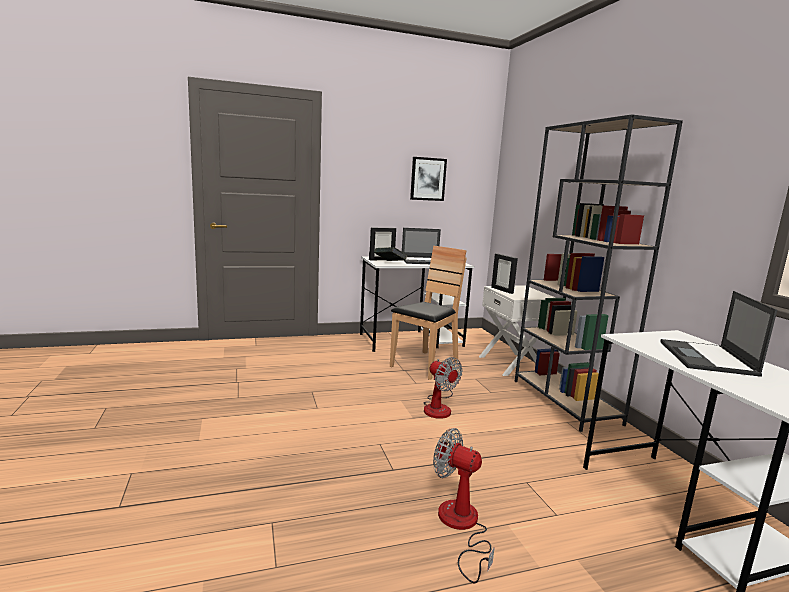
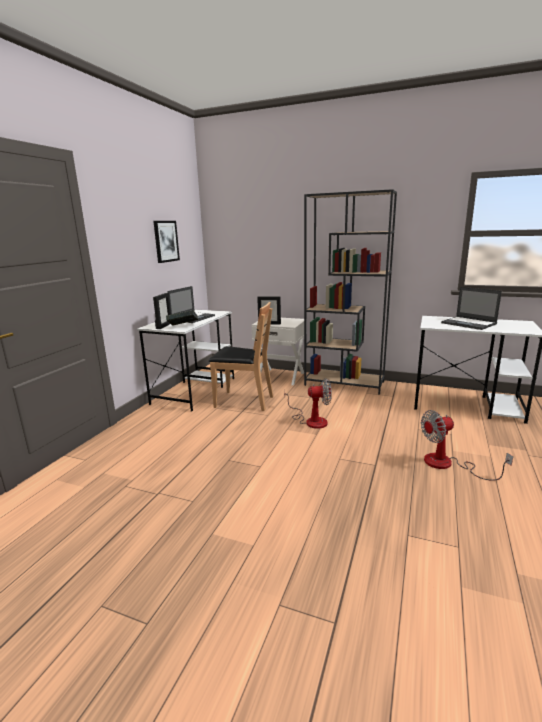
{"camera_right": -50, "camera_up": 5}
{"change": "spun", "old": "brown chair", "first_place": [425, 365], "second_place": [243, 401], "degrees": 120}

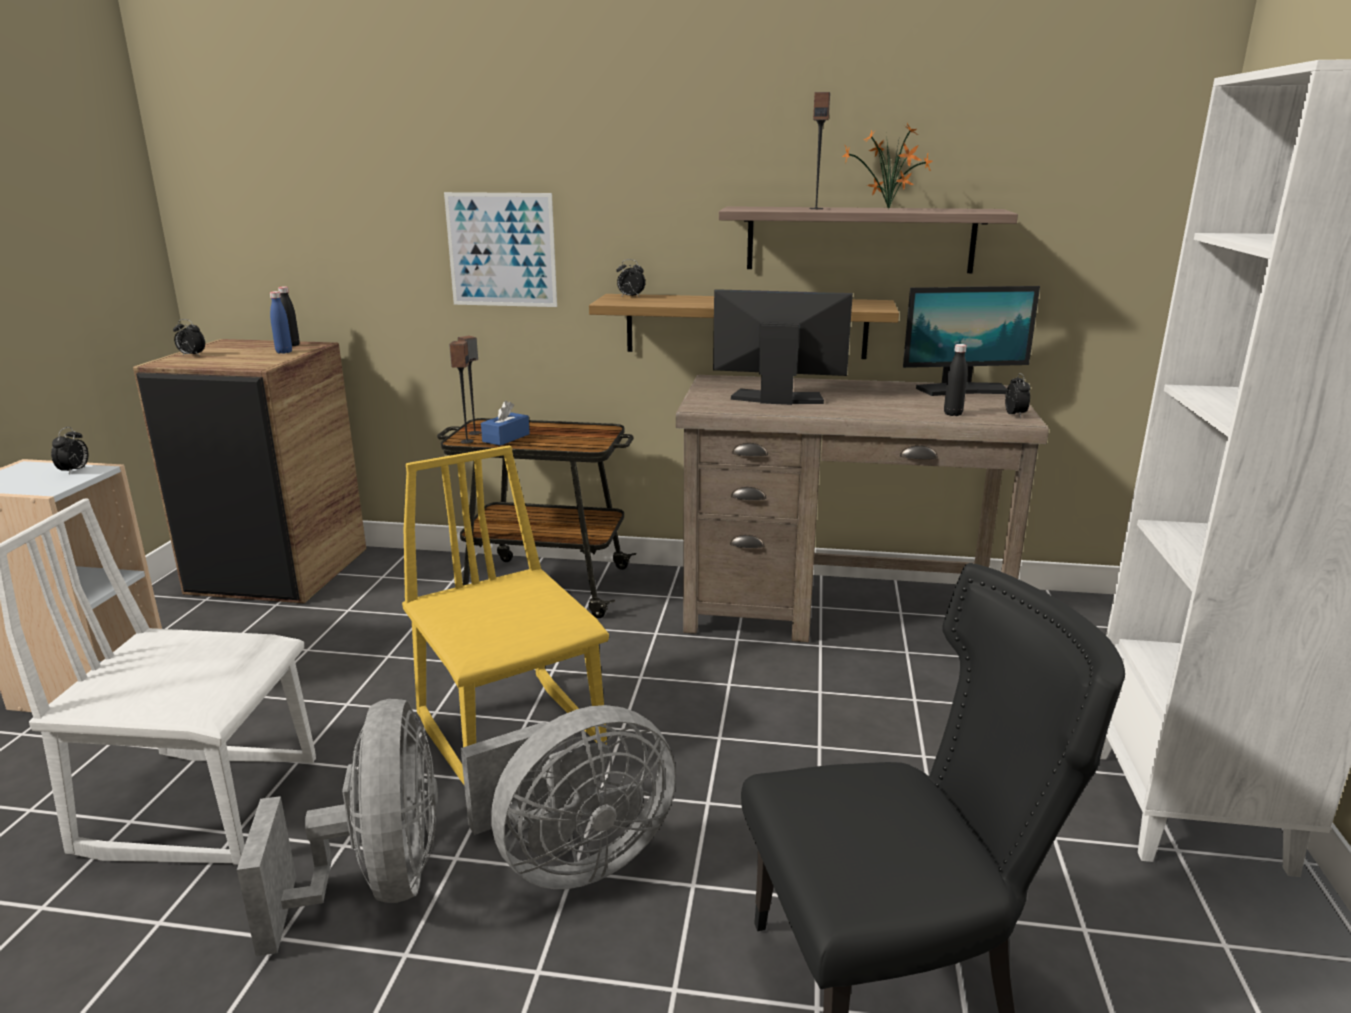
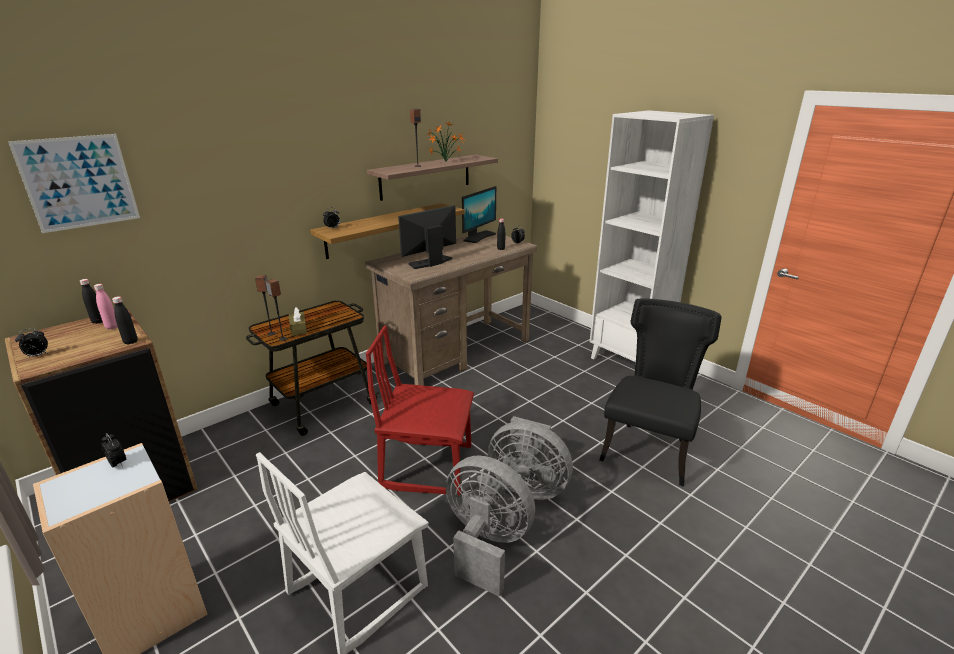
{"camera_right": -50, "camera_up": 5}
{"change": "relocated", "old": "picture", "first_place": [501, 250], "second_place": [79, 182]}
{"change": "colour", "old": "blue bottle", "new": "pink bottle", "first_place": [284, 352], "second_place": [112, 327]}
{"change": "colour", "old": "blue tissue box", "new": "brown tissue box", "first_place": [506, 438], "second_place": [298, 329]}
{"change": "colour", "old": "yellow chair", "new": "red chair", "first_place": [512, 731], "second_place": [427, 465]}
{"change": "spun", "old": "grey fan", "first_place": [573, 860], "second_place": [528, 485], "degrees": 105}
{"change": "appeared", "new": "black bottle", "second_place": [131, 342]}

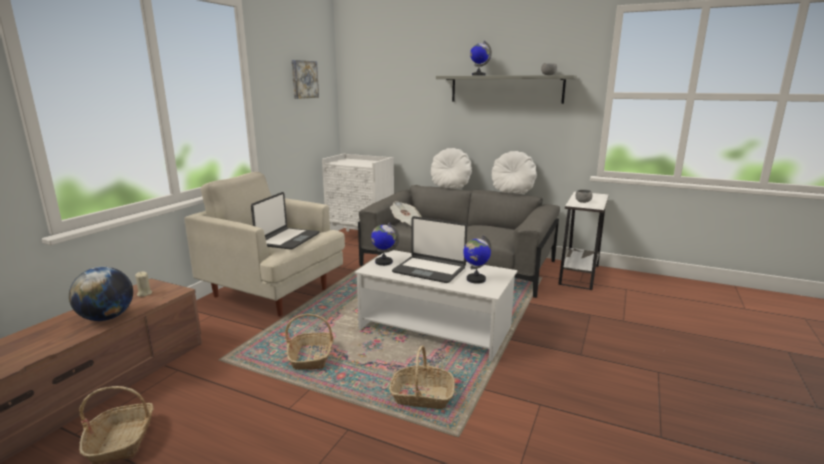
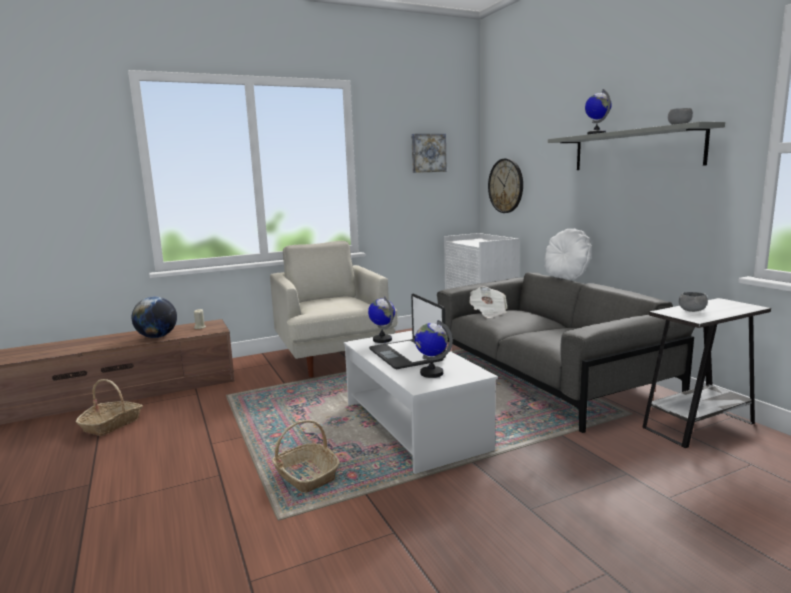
{"camera_right": 40, "camera_up": -5}
{"change": "missing", "old": "white pillow", "first_place": [512, 192]}
{"change": "missing", "old": "laptop", "first_place": [287, 239]}
{"change": "missing", "old": "basket", "first_place": [311, 357]}
{"change": "appeared", "new": "wall clock", "second_place": [506, 186]}

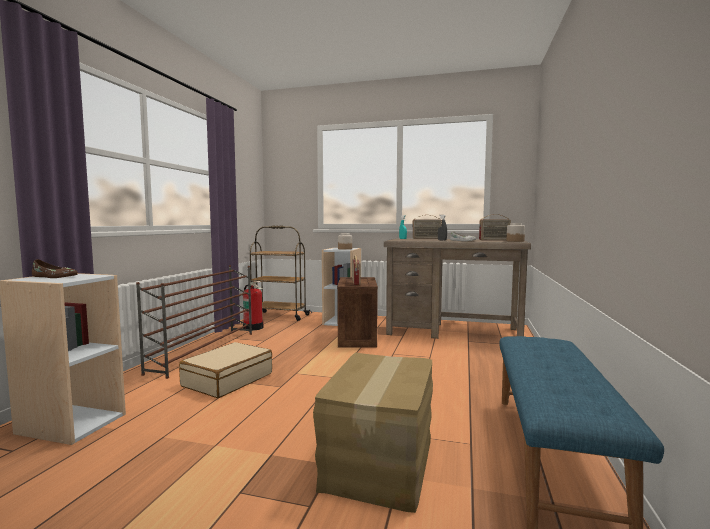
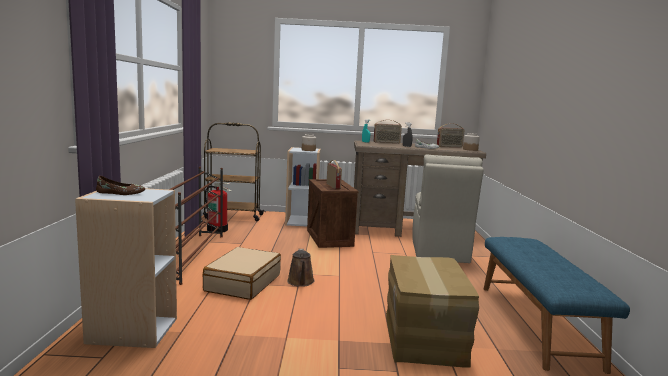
{"camera_right": -15, "camera_up": 5}
{"change": "appeared", "new": "beige chair", "second_place": [439, 251]}
{"change": "appeared", "new": "brown watering can", "second_place": [301, 282]}

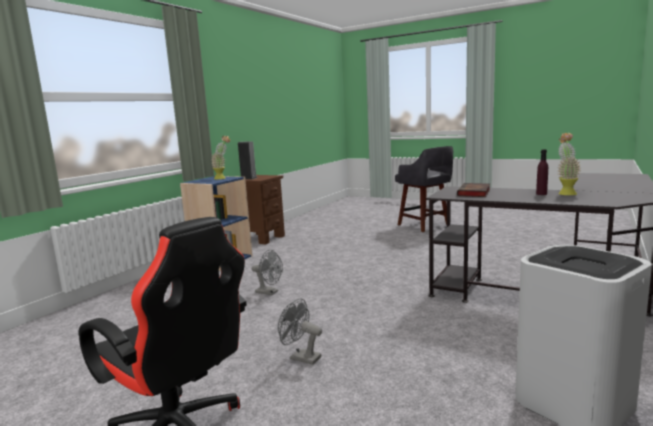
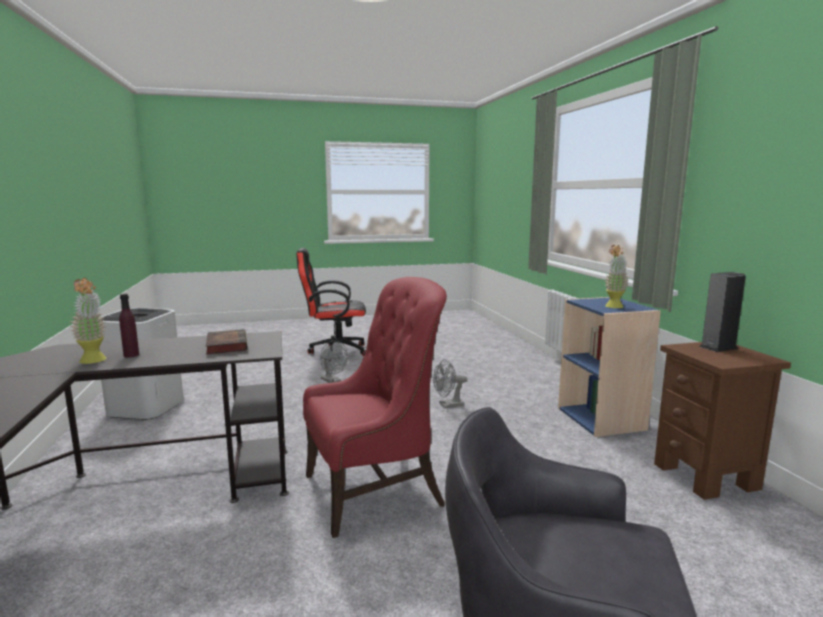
{"camera_right": 135, "camera_up": 0}
{"change": "spun", "old": "grey fan", "first_place": [301, 357], "second_place": [333, 381], "degrees": 60}
{"change": "appeared", "new": "red chair", "second_place": [375, 490]}

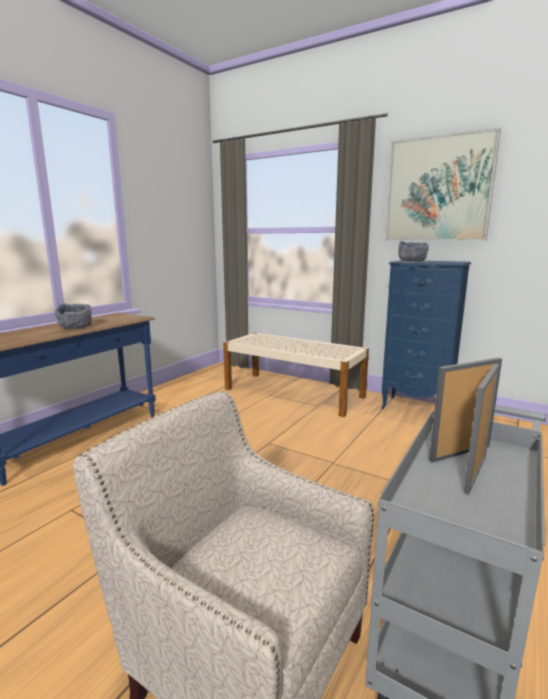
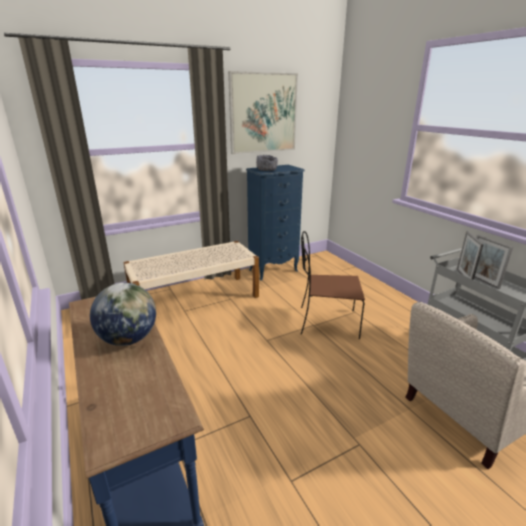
{"camera_right": -60, "camera_up": 10}
{"change": "exchanged", "old": "grey bowl", "new": "globe", "first_place": [75, 327], "second_place": [128, 339]}
{"change": "appeared", "new": "brown chair", "second_place": [326, 322]}

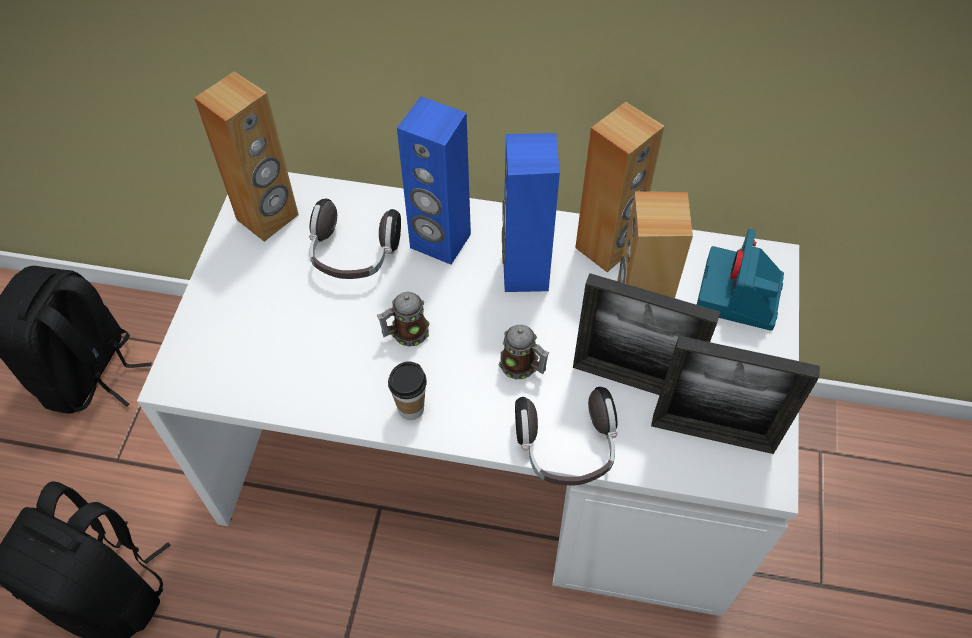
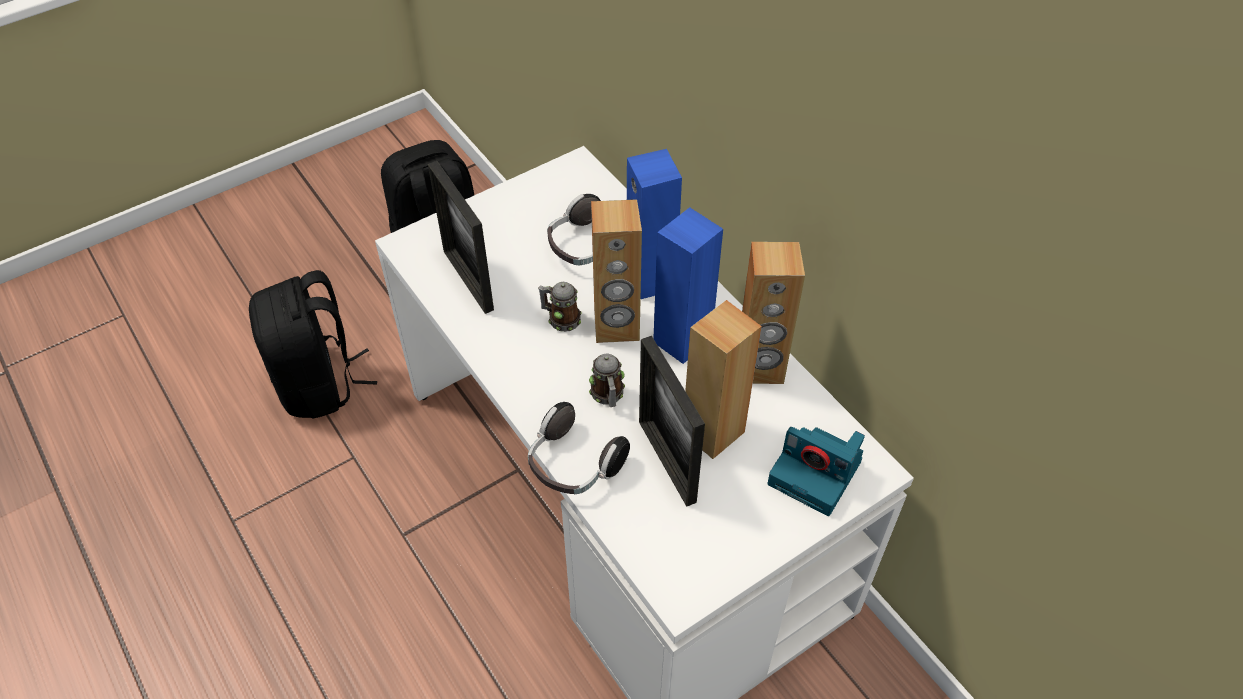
{"camera_right": 45, "camera_up": -5}
{"change": "relocated", "old": "brown speaker", "first_place": [268, 217], "second_place": [616, 327]}
{"change": "spun", "old": "photo camera", "first_place": [739, 296], "second_place": [817, 473], "degrees": -120}
{"change": "relocated", "old": "picture frame", "first_place": [712, 434], "second_place": [468, 280]}
{"change": "missing", "old": "cup", "first_place": [411, 408]}

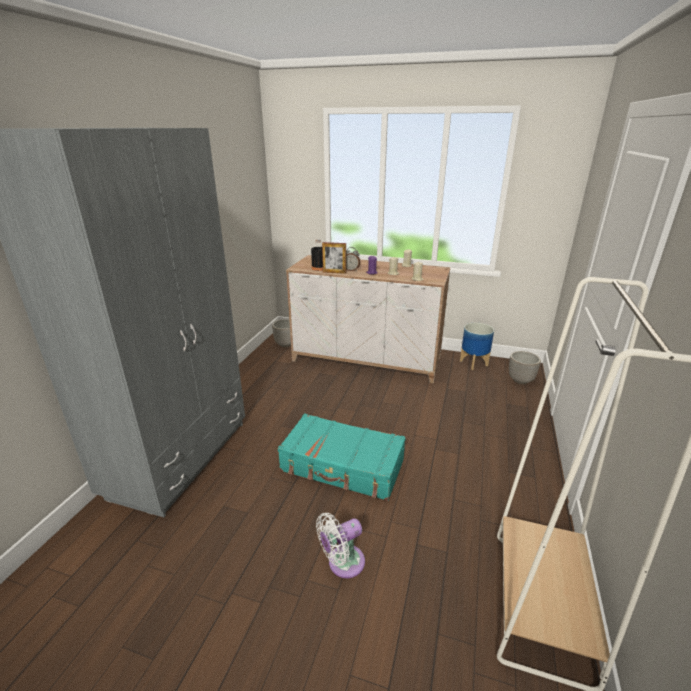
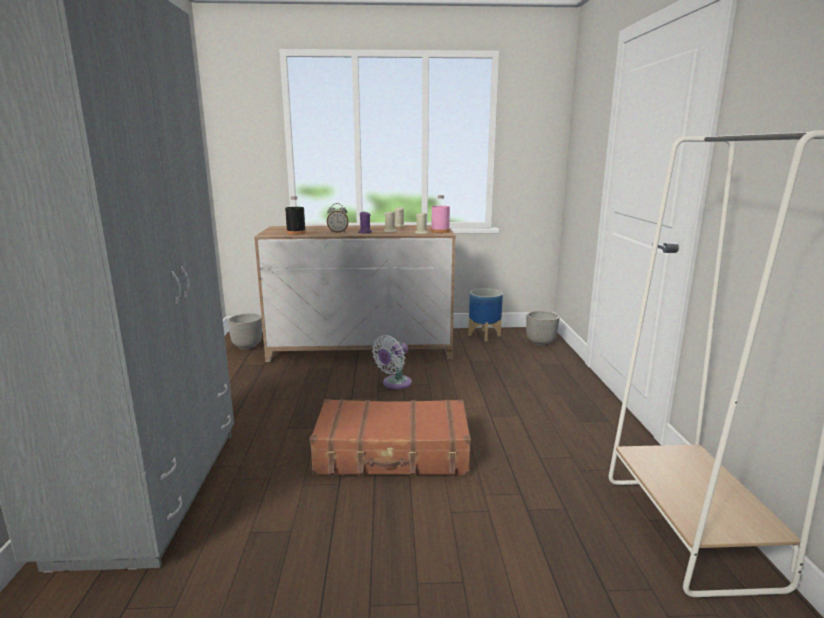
{"camera_right": -20, "camera_up": -10}
{"change": "missing", "old": "picture frame", "first_place": [334, 272]}
{"change": "colour", "old": "turquoise suitcase", "new": "brown suitcase", "first_place": [342, 466], "second_place": [393, 453]}
{"change": "relocated", "old": "white fan", "first_place": [342, 563], "second_place": [394, 384]}
{"change": "appeared", "new": "pink bottle", "second_place": [440, 231]}

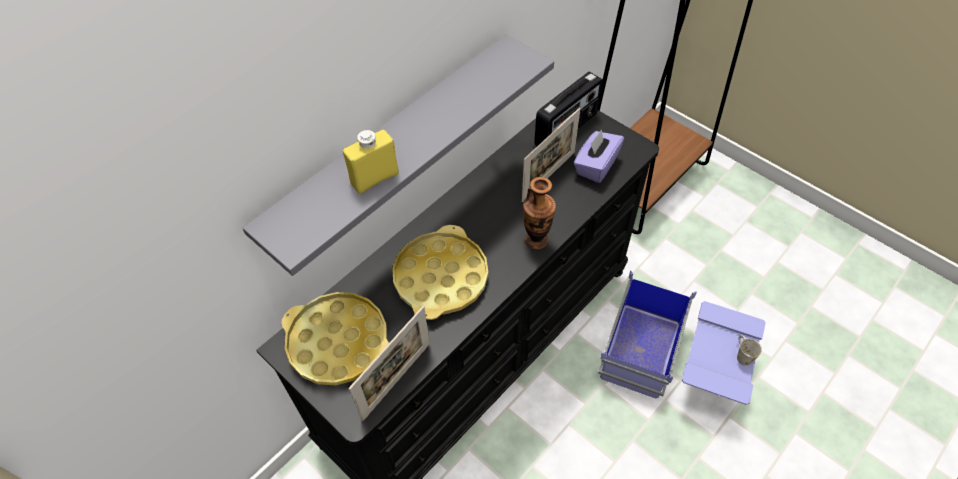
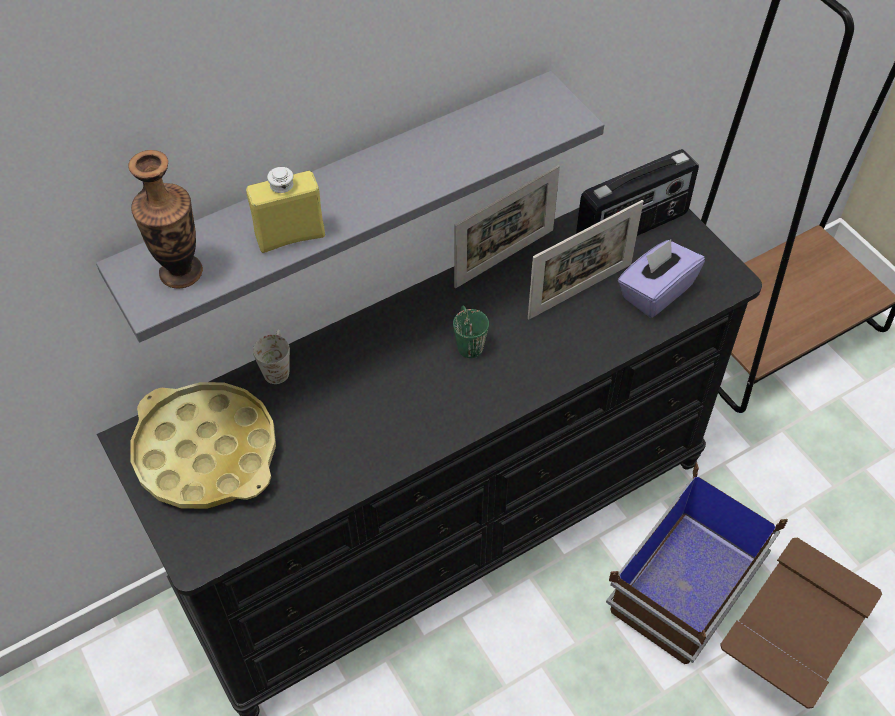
{"camera_right": 15, "camera_up": 0}
{"change": "relocated", "old": "vase", "first_place": [536, 239], "second_place": [181, 272]}
{"change": "missing", "old": "yellow tray", "first_place": [440, 277]}
{"change": "colour", "old": "blue storage box", "new": "brown storage box", "first_place": [673, 363], "second_place": [729, 620]}
{"change": "relocated", "old": "picture frame", "first_place": [397, 380], "second_place": [504, 258]}
{"change": "relocated", "old": "white mug", "first_place": [741, 354], "second_place": [277, 366]}
{"change": "appeared", "new": "green mug", "second_place": [467, 341]}

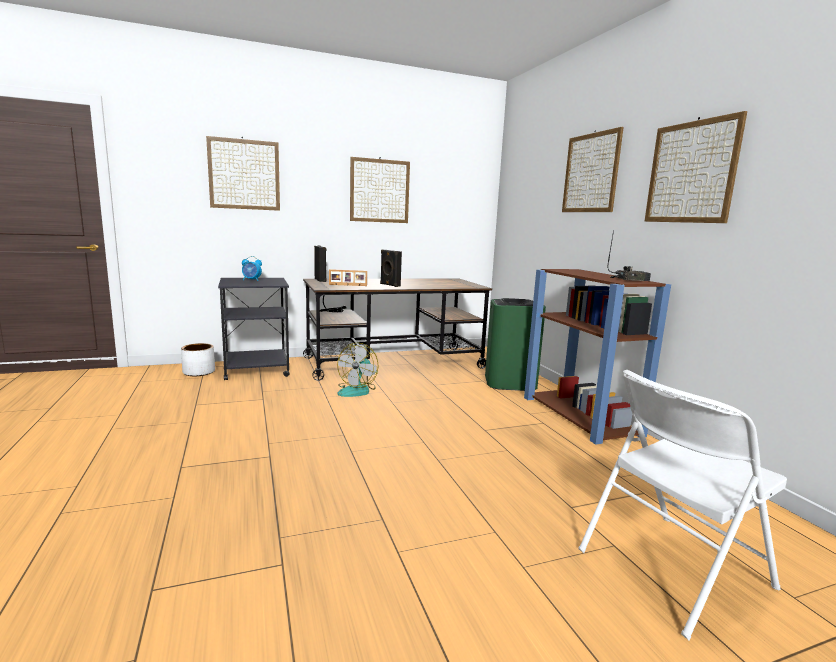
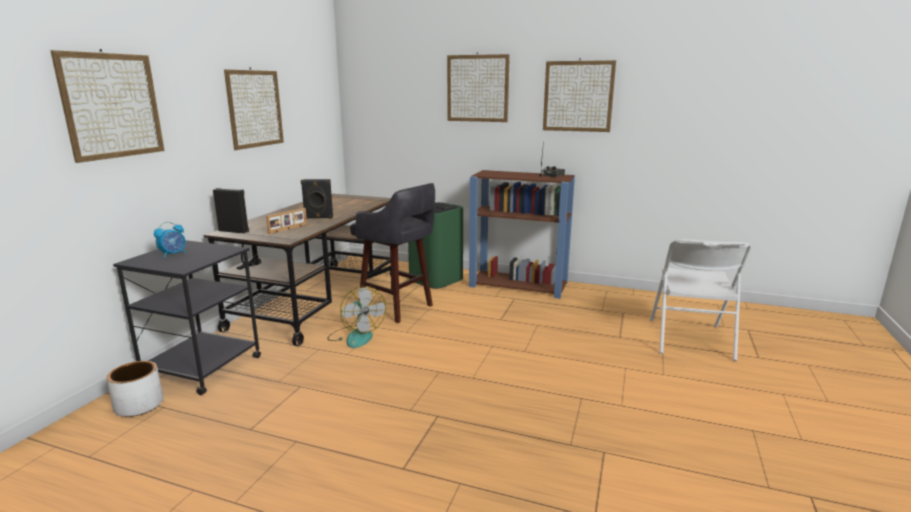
{"camera_right": -50, "camera_up": 5}
{"change": "appeared", "new": "grey stool", "second_place": [397, 308]}

